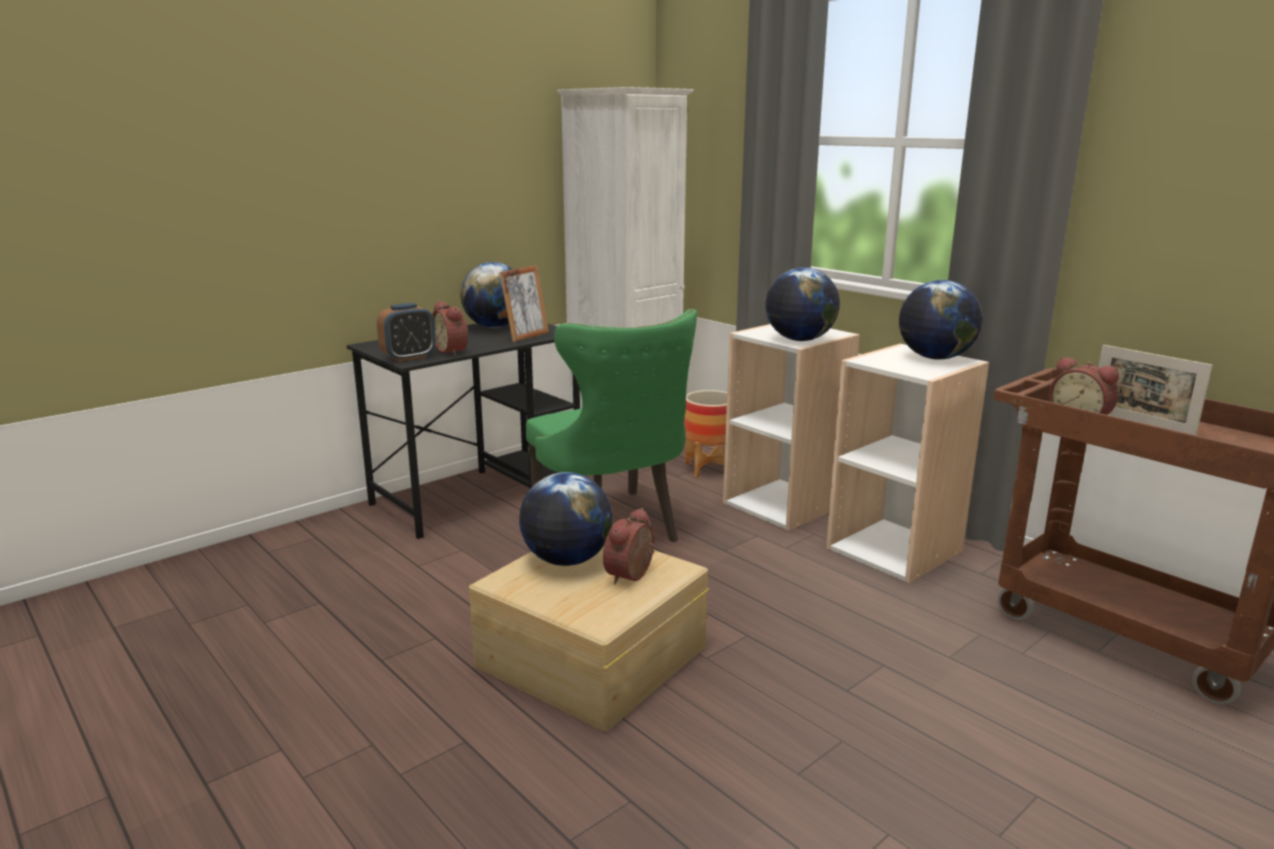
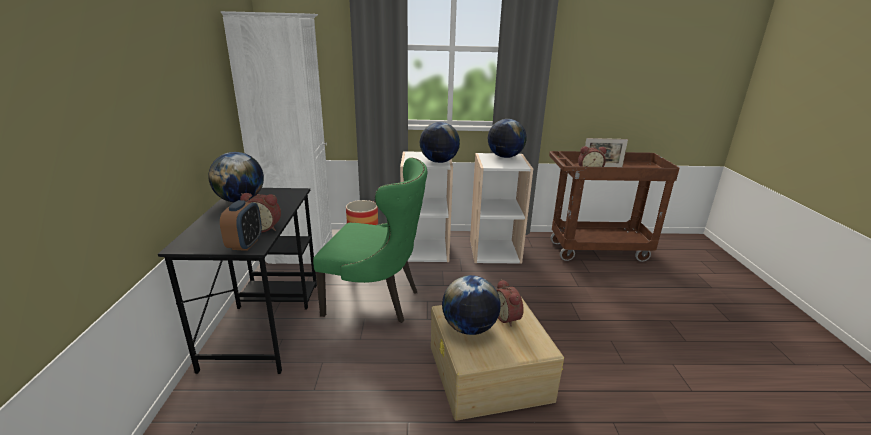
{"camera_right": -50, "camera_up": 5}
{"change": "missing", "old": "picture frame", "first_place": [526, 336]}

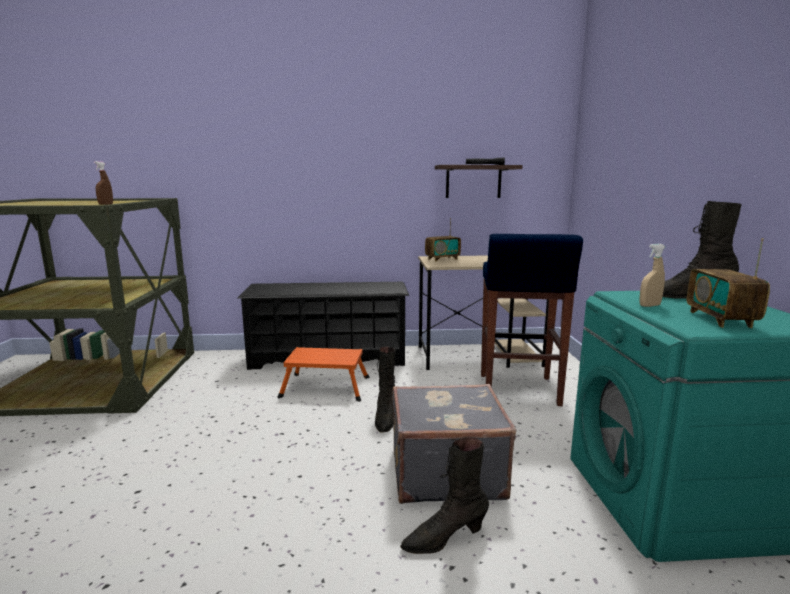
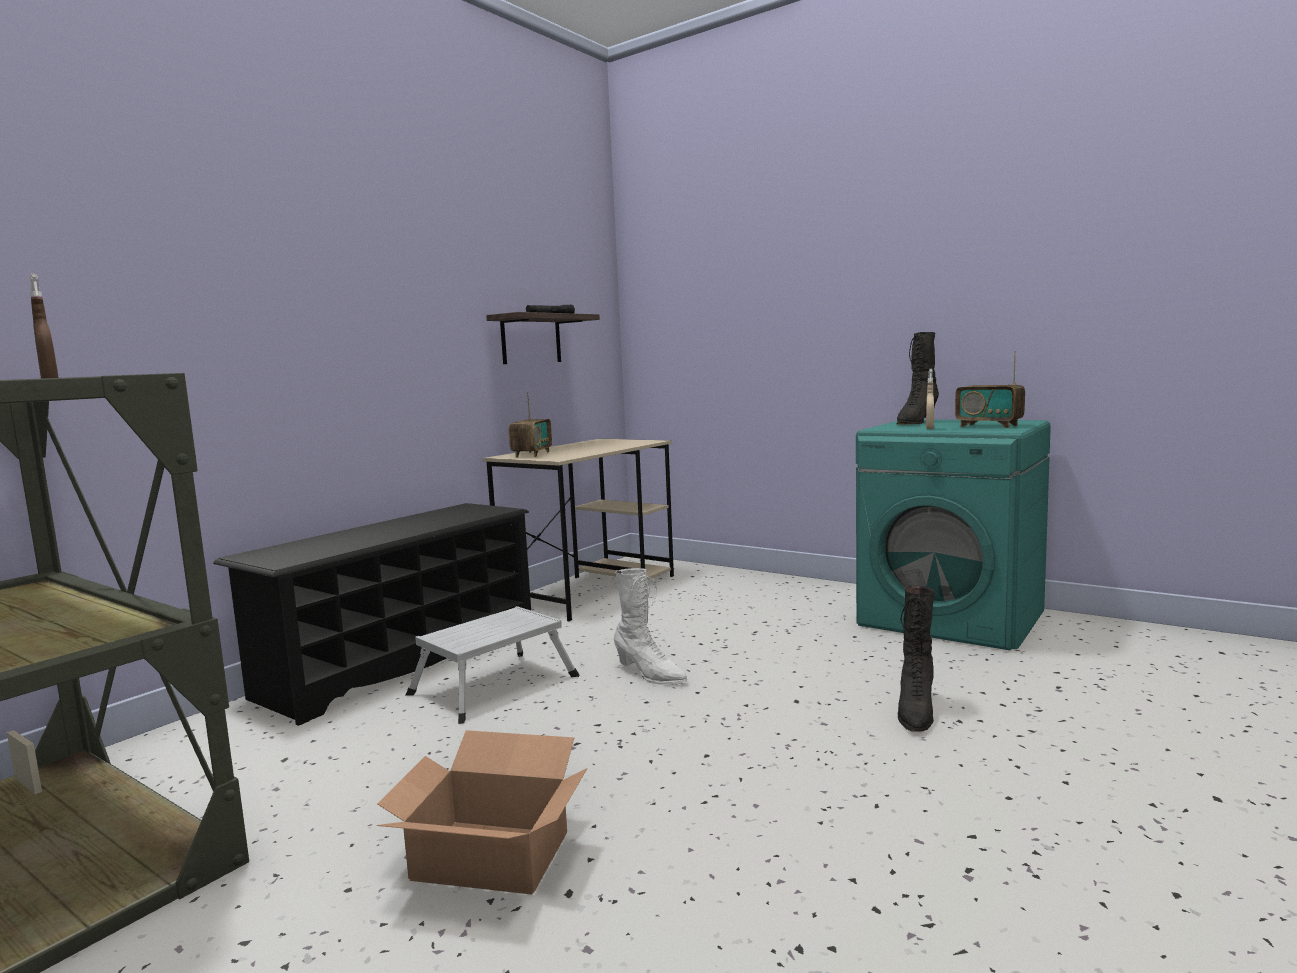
{"camera_right": -50, "camera_up": -5}
{"change": "missing", "old": "blue stool", "first_place": [518, 390]}
{"change": "colour", "old": "black boot", "new": "white boot", "first_place": [385, 419], "second_place": [649, 674]}
{"change": "colour", "old": "orange step ladder", "new": "white step ladder", "first_place": [326, 387], "second_place": [495, 684]}
{"change": "missing", "old": "grey suitcase", "first_place": [445, 472]}
{"change": "appeared", "new": "cardboard box", "second_place": [490, 854]}

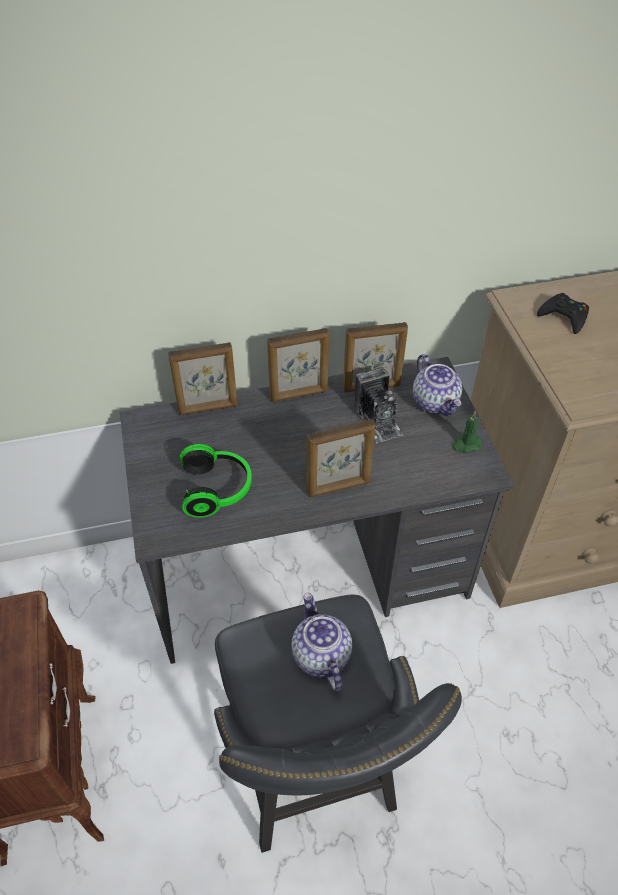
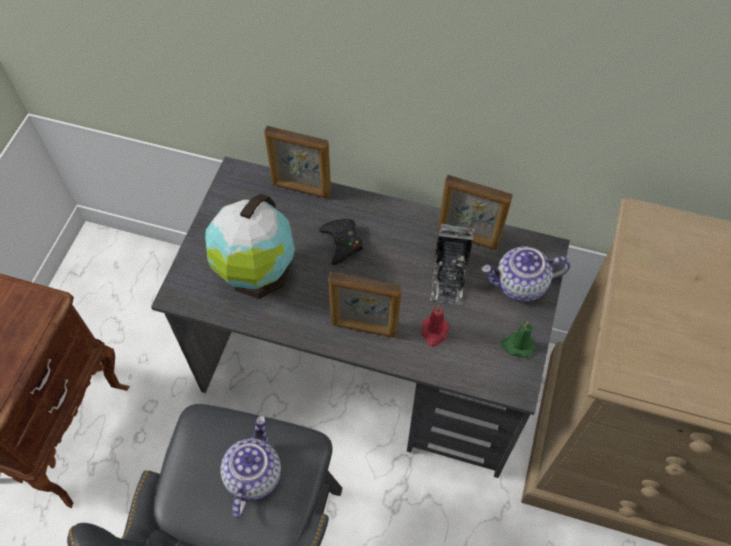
{"camera_right": 30, "camera_up": 10}
{"change": "relocated", "old": "black game controller", "first_place": [564, 317], "second_place": [342, 243]}
{"change": "missing", "old": "picture frame", "first_place": [299, 395]}
{"change": "spun", "old": "teapot", "first_place": [436, 402], "second_place": [520, 285], "degrees": 75}
{"change": "exchanged", "old": "headphones", "new": "globe", "first_place": [218, 489], "second_place": [258, 275]}
{"change": "appeared", "new": "red candle", "second_place": [434, 332]}

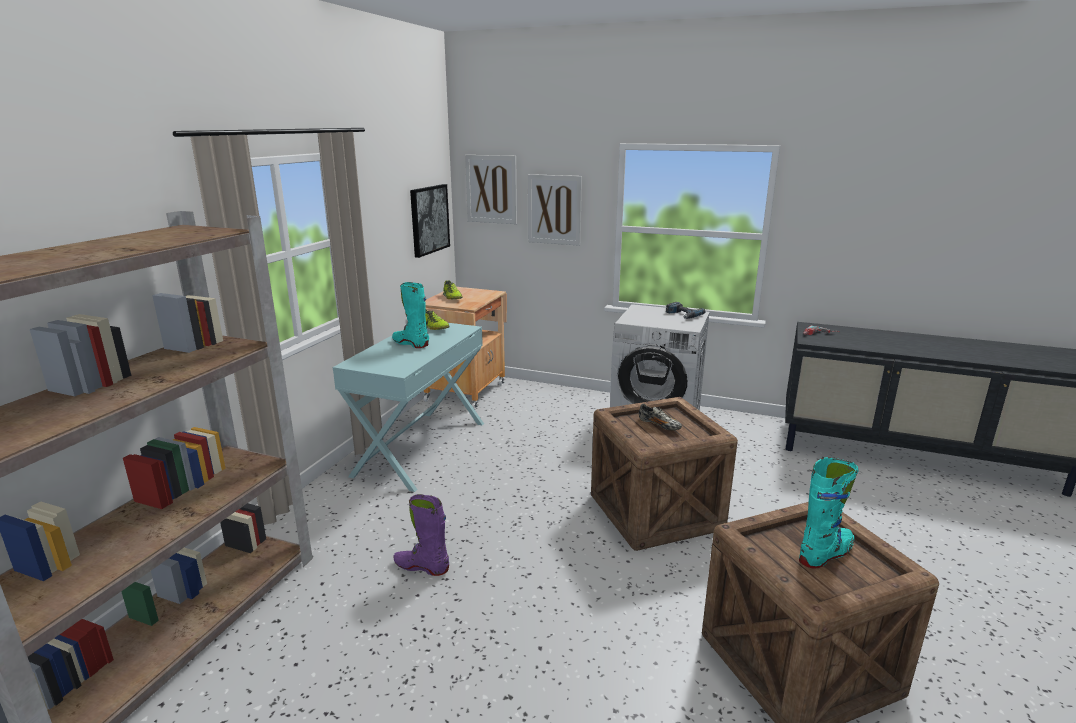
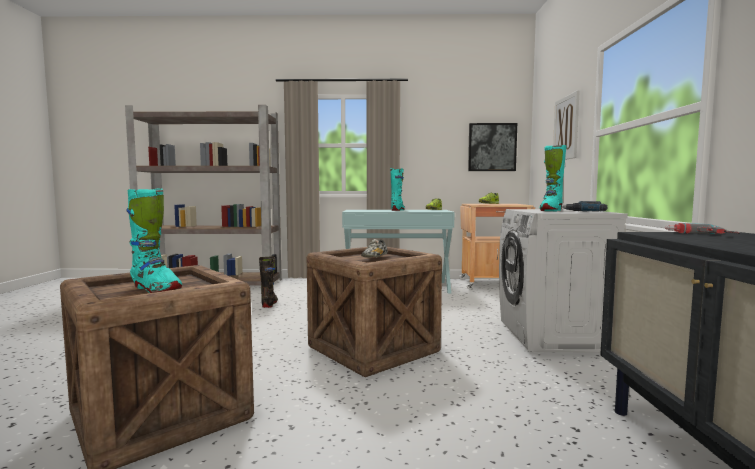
{"camera_right": 70, "camera_up": -15}
{"change": "missing", "old": "picture", "first_place": [491, 189]}
{"change": "colour", "old": "purple boot", "new": "black boot", "first_place": [422, 567], "second_place": [269, 304]}
{"change": "appeared", "new": "turquoise boot", "second_place": [551, 211]}

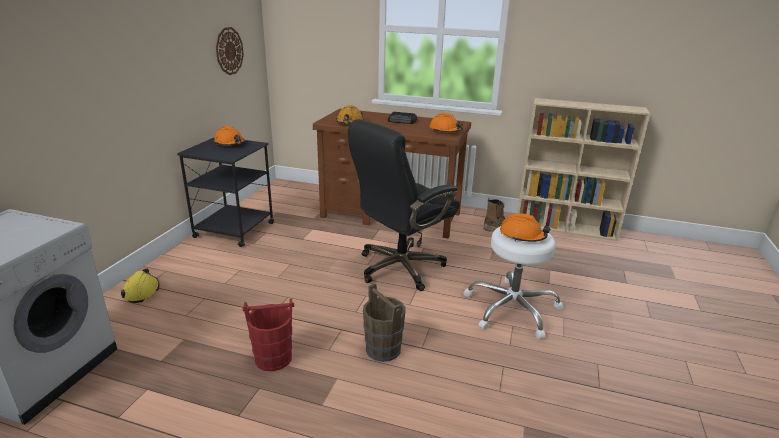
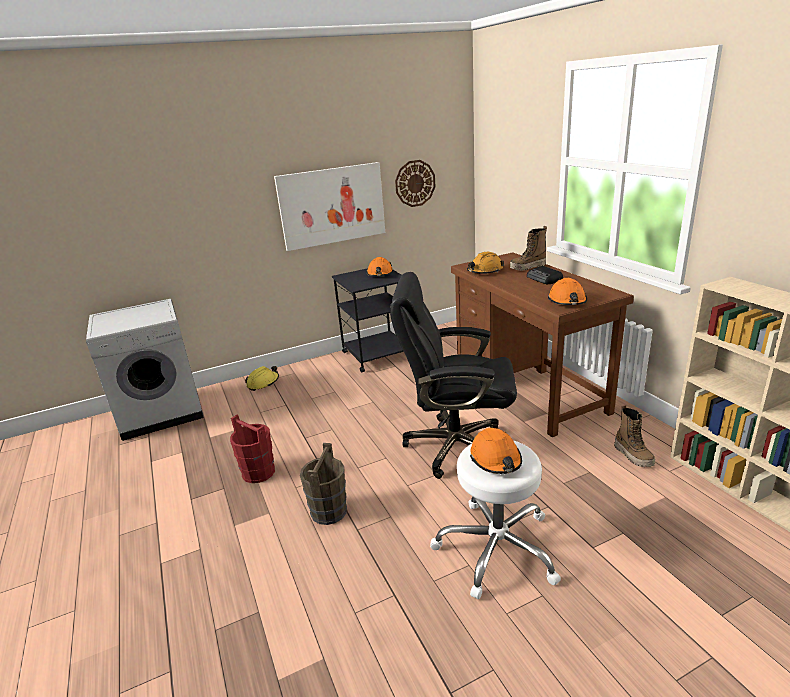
{"camera_right": 50, "camera_up": 0}
{"change": "appeared", "new": "picture", "second_place": [332, 205]}
{"change": "appeared", "new": "boot", "second_place": [527, 267]}

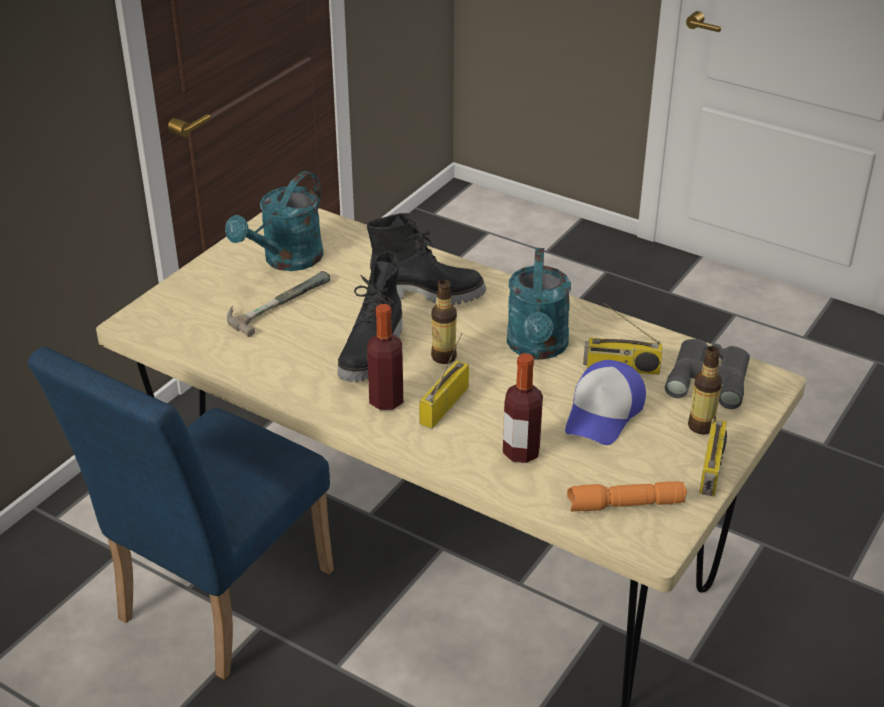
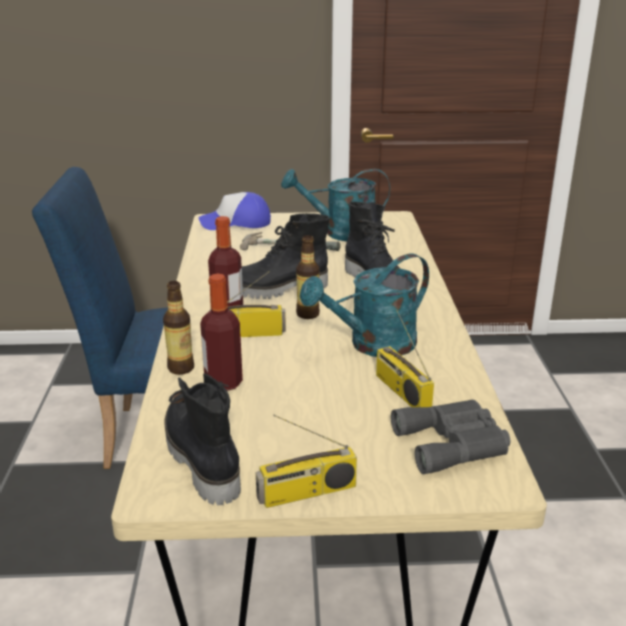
{"camera_right": 55, "camera_up": -10}
{"change": "relocated", "old": "bottle", "first_place": [701, 426], "second_place": [181, 368]}
{"change": "relocated", "old": "cap", "first_place": [604, 413], "second_place": [236, 223]}
{"change": "exchanged", "old": "orange flashlight", "new": "black boot", "first_place": [625, 505], "second_place": [200, 458]}

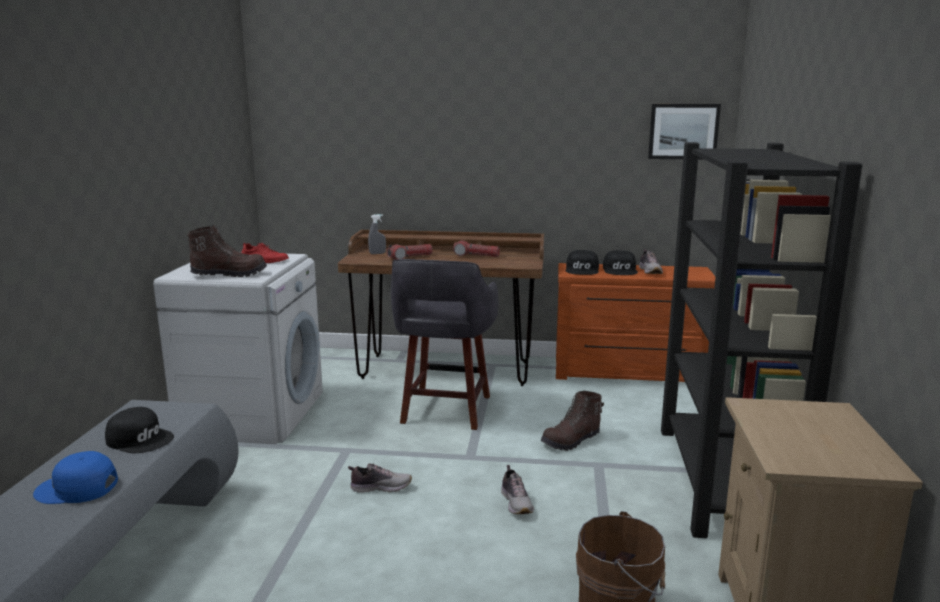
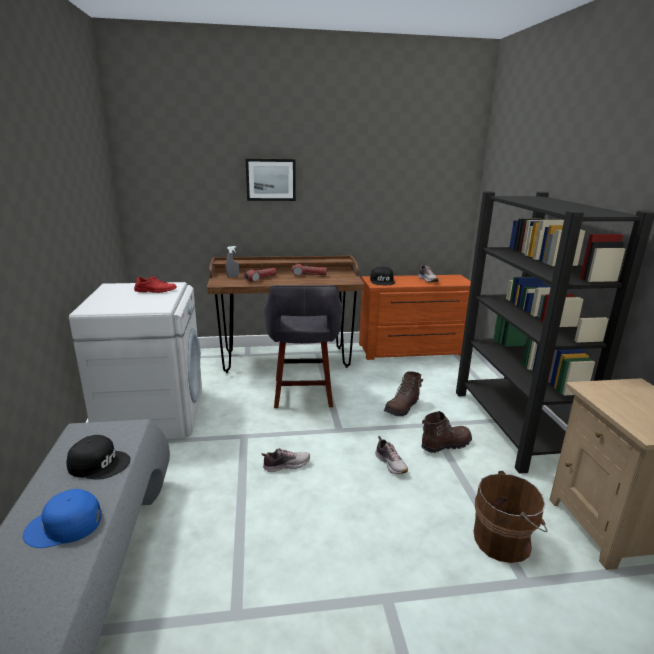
{"camera_right": -15, "camera_up": 5}
{"change": "relocated", "old": "picture", "first_place": [683, 131], "second_place": [271, 179]}
{"change": "relocated", "old": "brown boot", "first_place": [229, 274], "second_place": [445, 445]}
{"change": "missing", "old": "black cap", "first_place": [620, 270]}

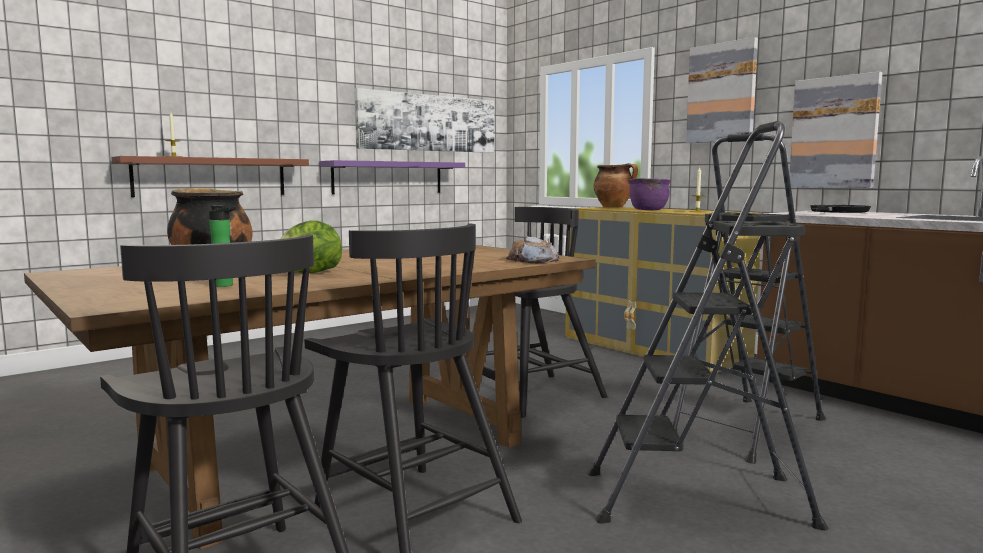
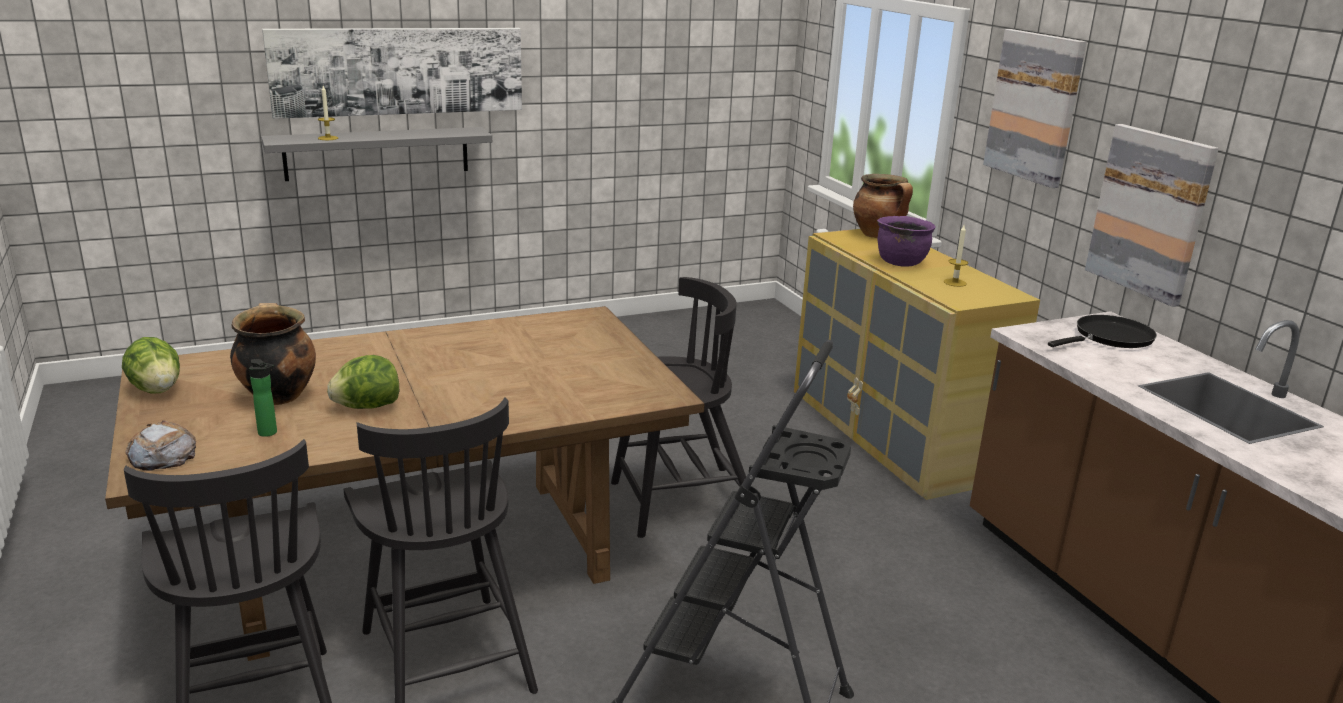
{"camera_right": 15, "camera_up": 15}
{"change": "relocated", "old": "picture", "first_place": [428, 123], "second_place": [399, 71]}
{"change": "missing", "old": "step ladder", "first_place": [747, 428]}
{"change": "colour", "old": "brown shelf", "new": "grey shelf", "first_place": [211, 177], "second_place": [377, 153]}
{"change": "missing", "old": "purple shelf", "first_place": [388, 177]}
{"change": "relocated", "old": "bread", "first_place": [532, 260], "second_place": [162, 455]}
{"change": "appeared", "new": "lettuce", "second_place": [157, 389]}

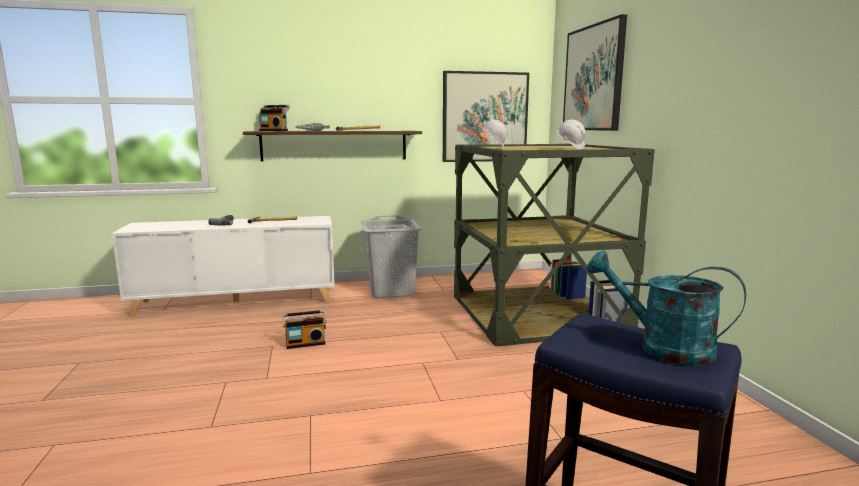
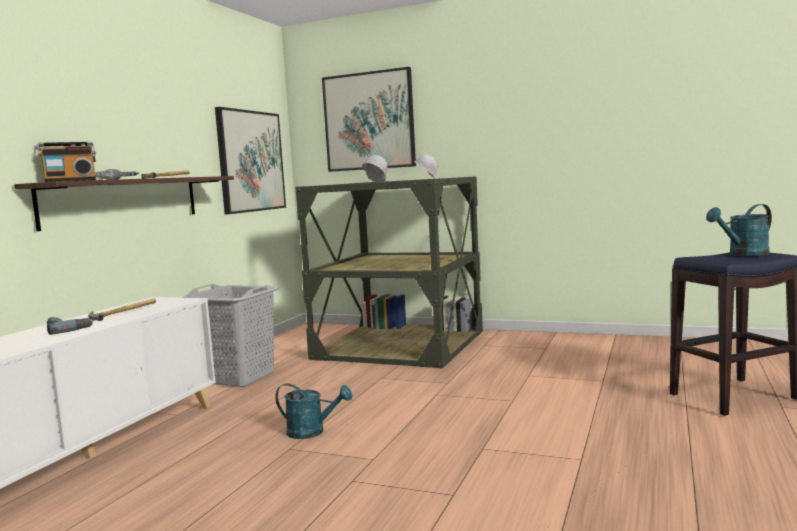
{"camera_right": -55, "camera_up": -5}
{"change": "exchanged", "old": "radio", "new": "turquoise watering can", "first_place": [305, 343], "second_place": [312, 432]}

